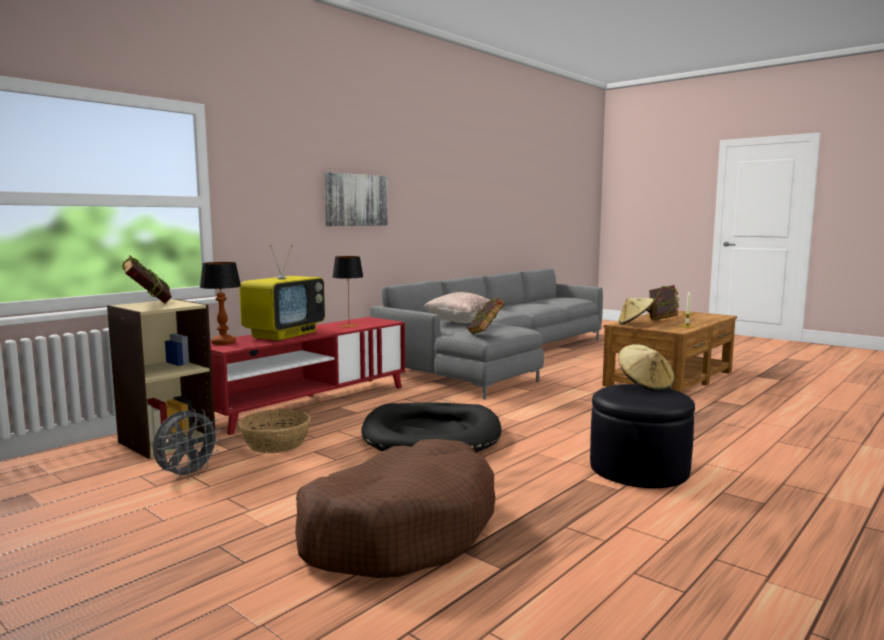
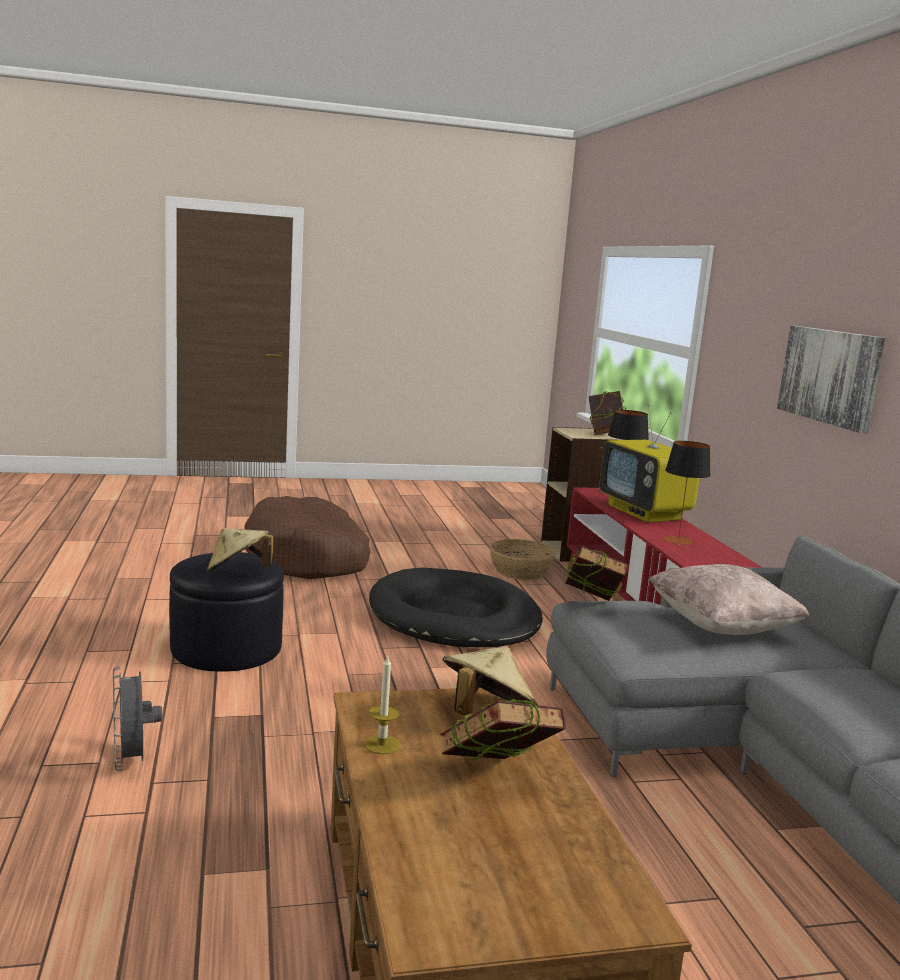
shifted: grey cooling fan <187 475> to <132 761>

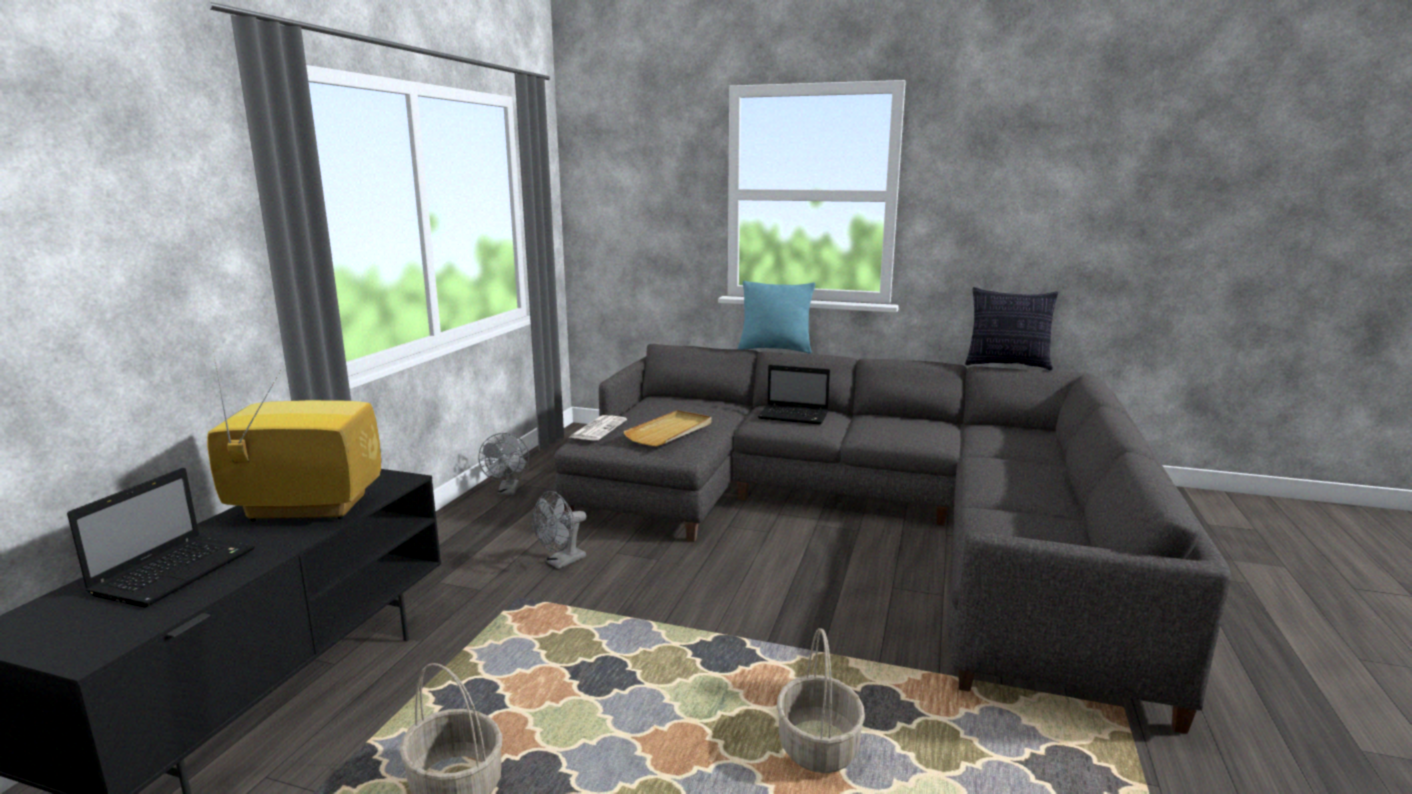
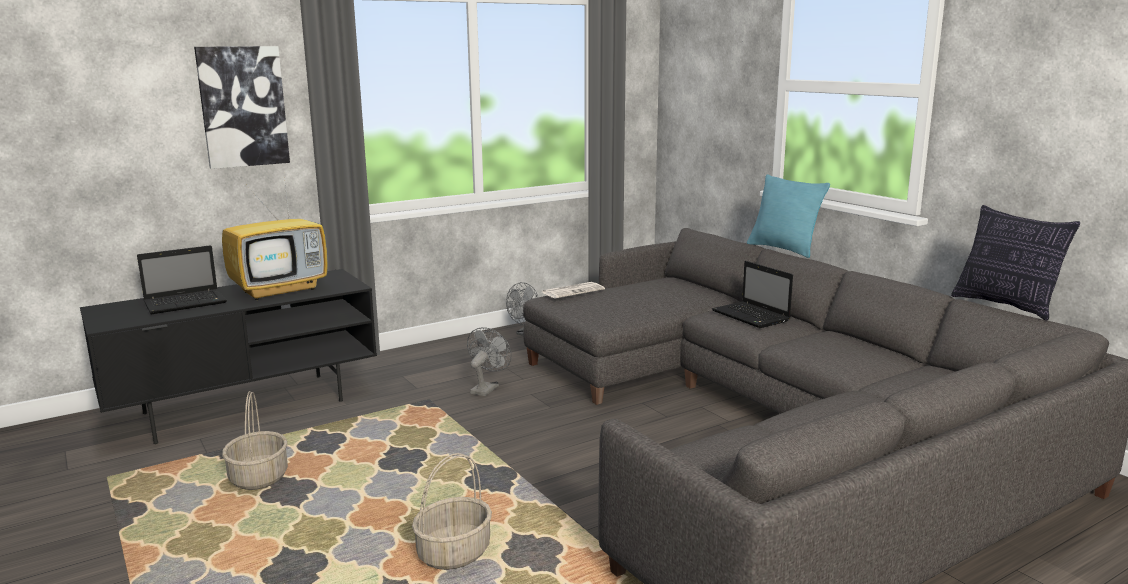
gone: sand-coloured carrying tray <670 431>
new: wall picture <243 106>
rotated: TV <303 510> = <281 290> 105 degrees clockwise; grey cooling fan <561 562> = <486 388> 120 degrees clockwise

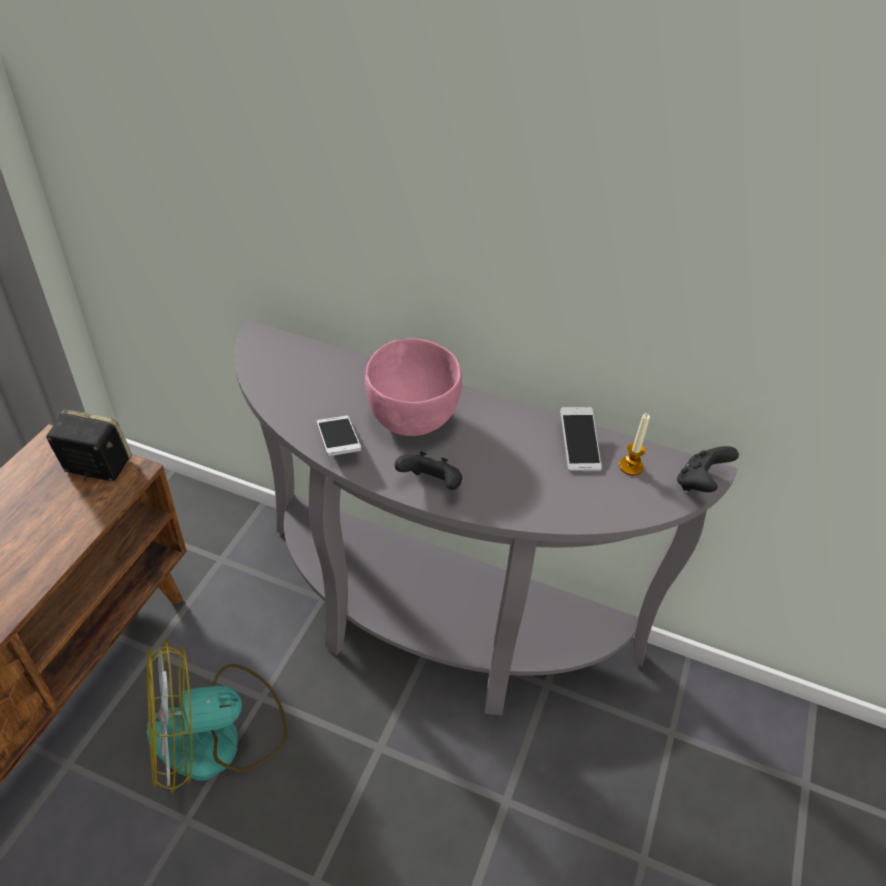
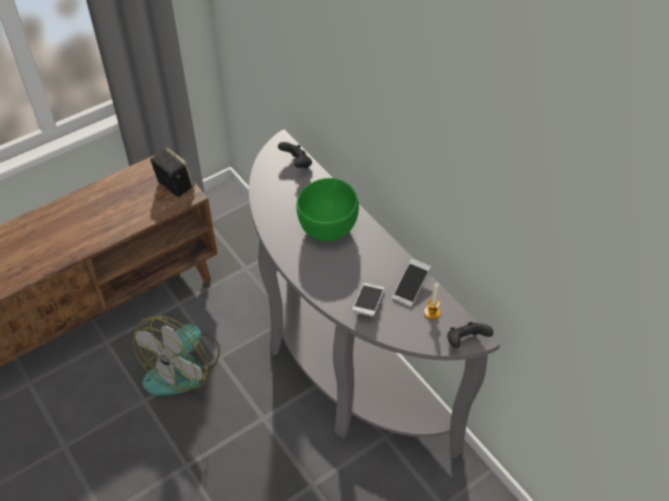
shifted: black-coloured gamepad <431 485> to <297 164>; handset <338 443> to <368 304>
repainted: pinkish bowl <412 418> to green-coloured bowl <328 228>
rotated: cooling fan <217 736> = <183 366> 75 degrees counterclockwise

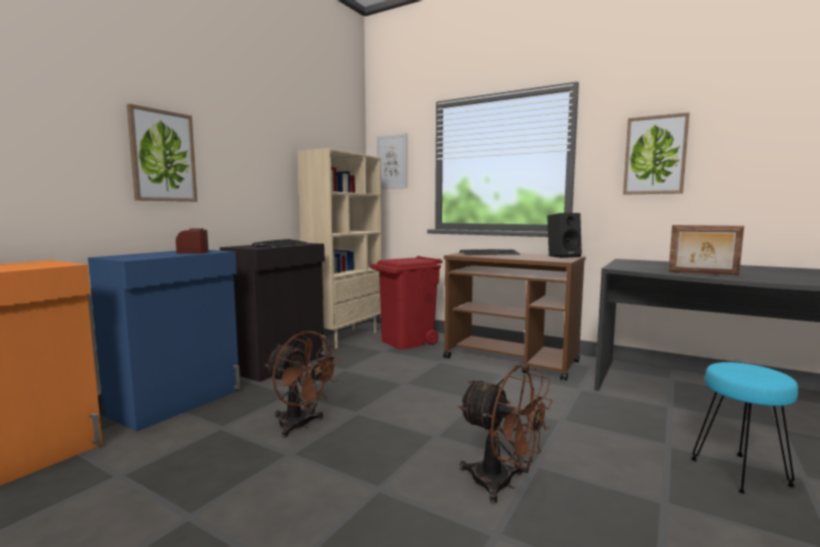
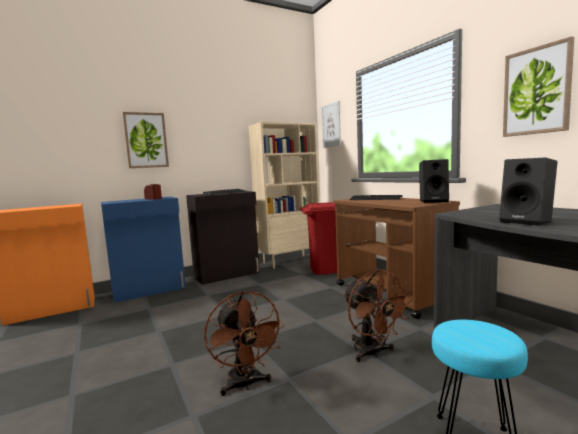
shifted: brown-coloured cooling fan <301 425> to <373 353>
swapped: picture frame <702 273> to black-coloured speaker <528 222>

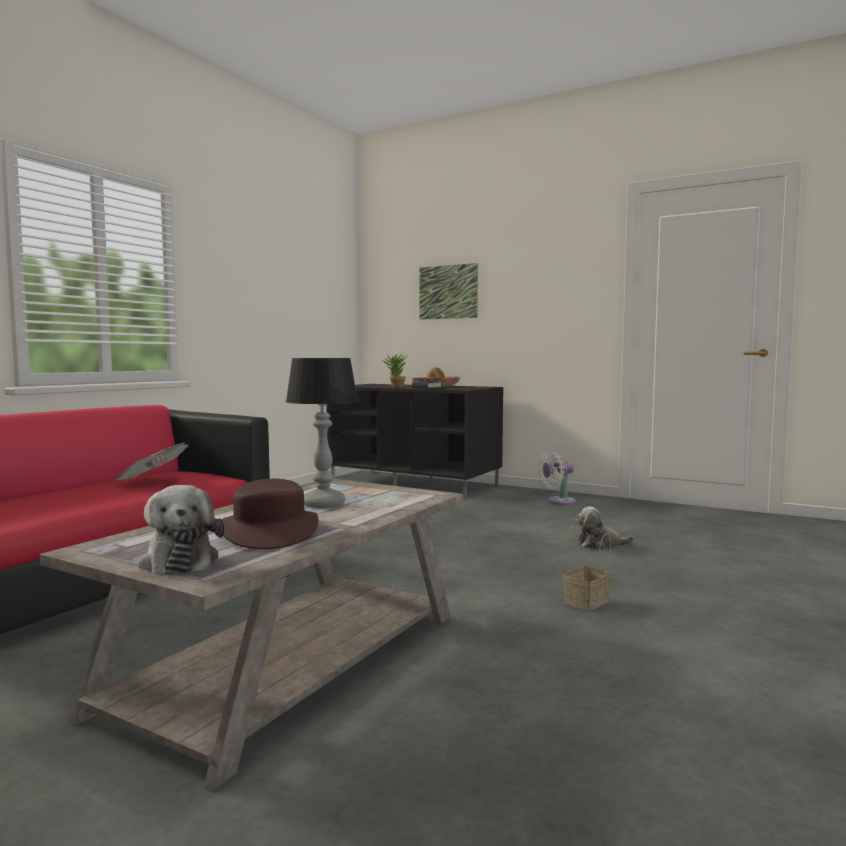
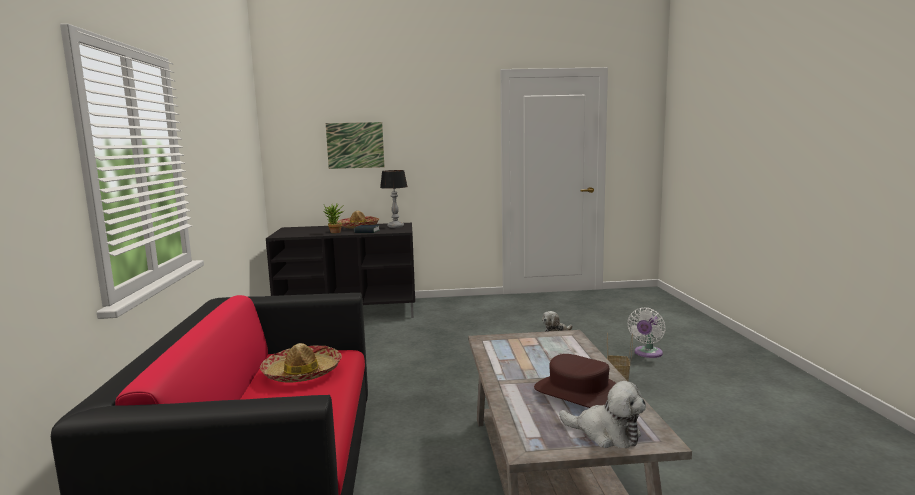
shifted: lamp for a table <324 504> to <396 227>; whitish cooling fan <558 501> to <647 353>
swapped: newspaper <152 481> to hat <302 373>

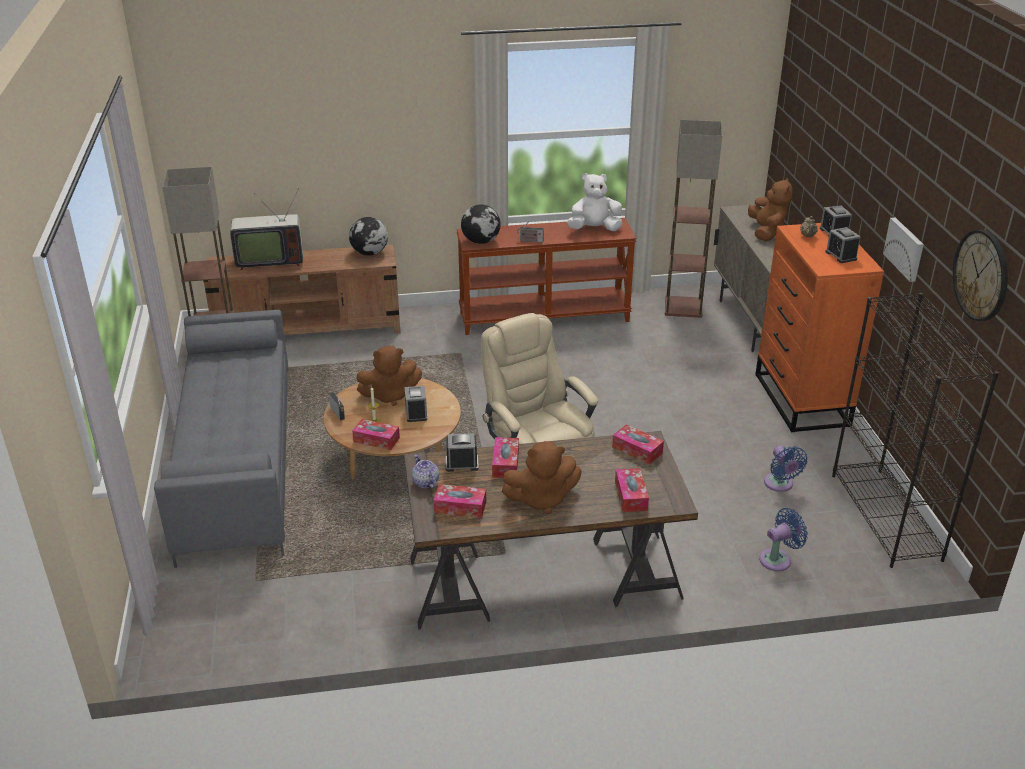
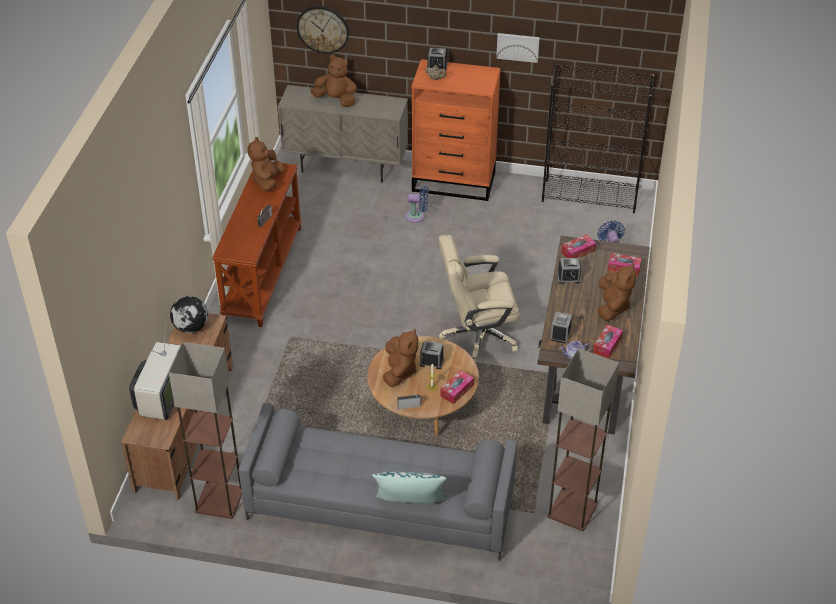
gone: globe <481 241>; box of tissues <505 463>
new: pillow <410 507>
shifted: wall clock <981 275> to <323 29>; blue-coloured cooling fan <780 485> to <417 216>; floor lamp <682 308> to <573 510>; bedside clock <841 255> to <568 278>
repainted: whitish cuddly toy <594 229> to brown-coloured cuddly toy <267 181>

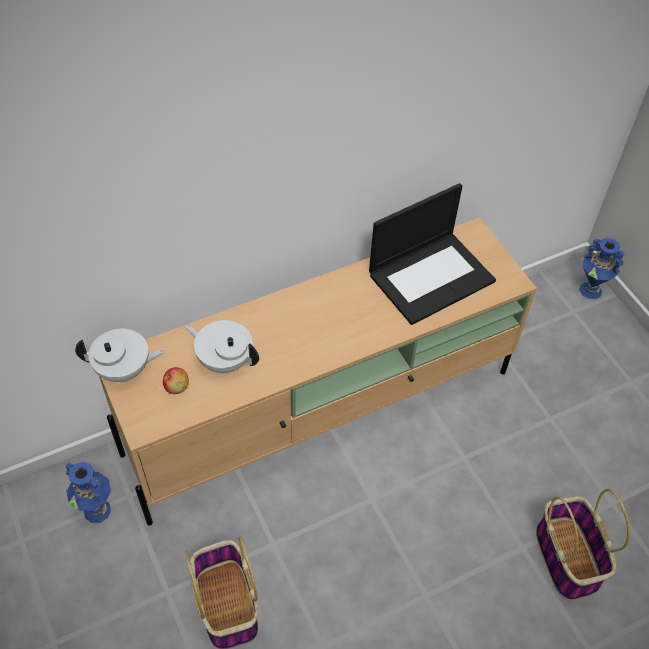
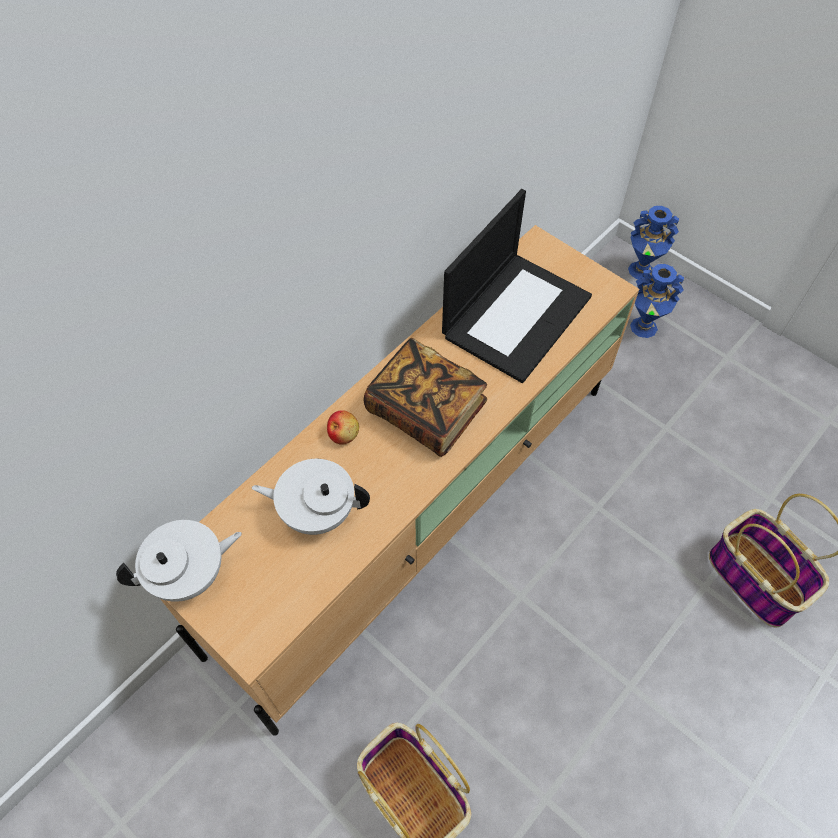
new: book <426 411>
shifted: apple <177 386> to <343 434>; blue-coloured vase <97 510> to <644 326>

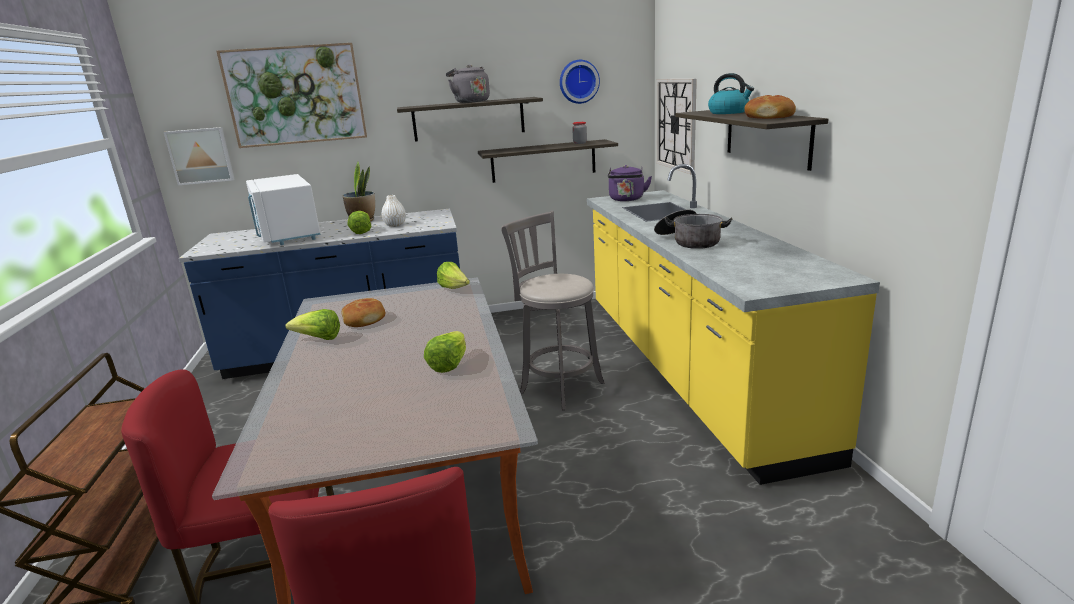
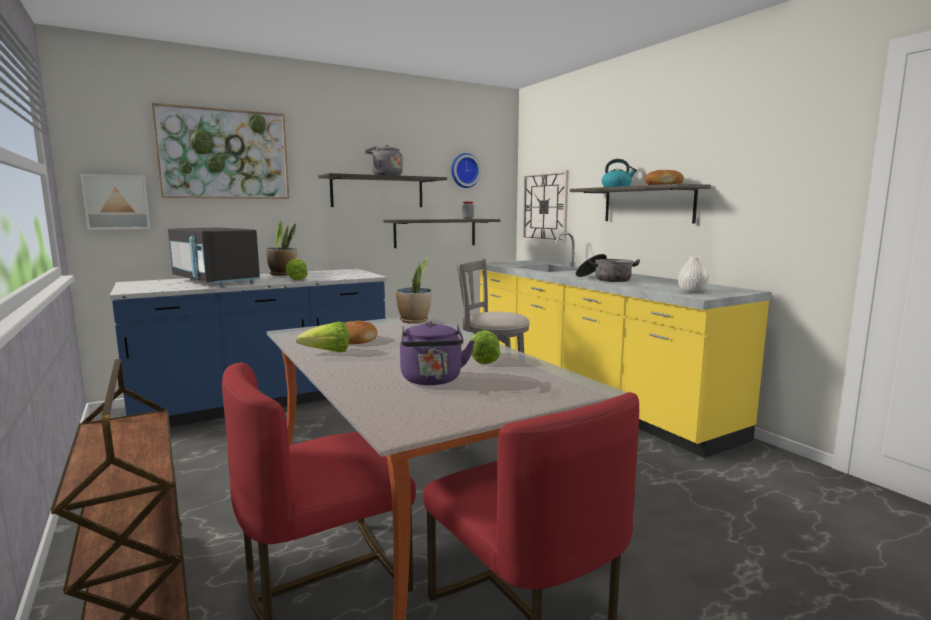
shifted: purplish tea kettle <626 199> to <432 380>; whitish vase <395 225> to <692 291>
swapped: head of lettuce <455 289> to potted plant <414 321>
repainted: whitish microwave <287 234> to black-coloured microwave <215 281>

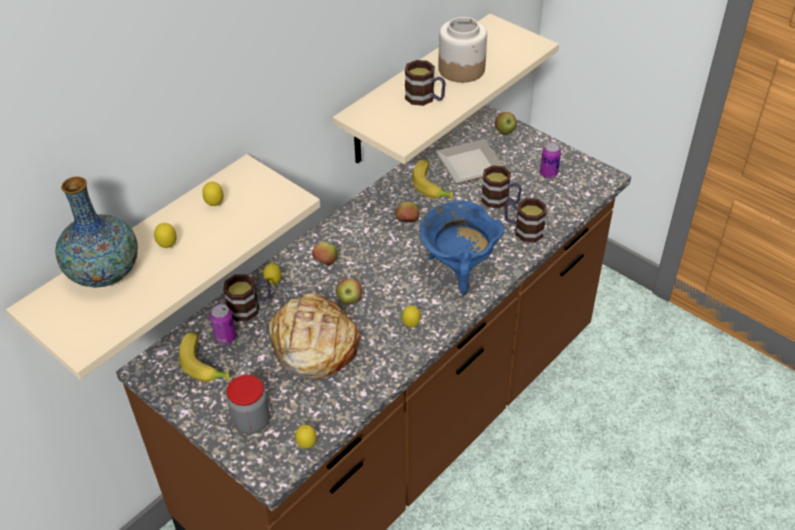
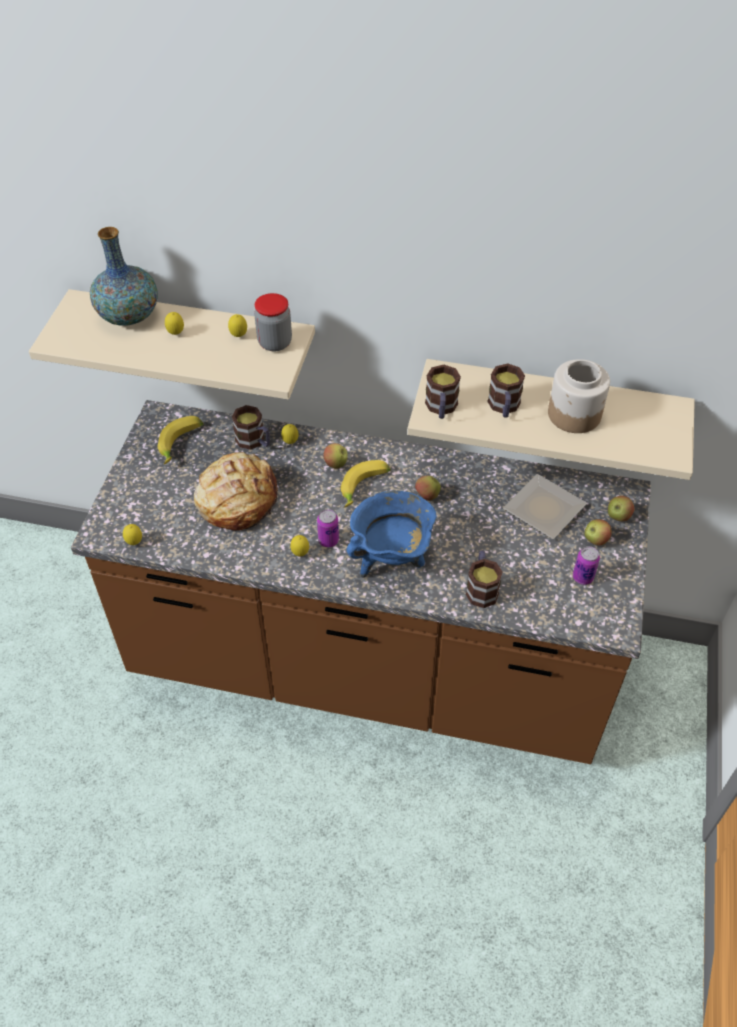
shifted: jar <251 422> to <275 343>; can <225 337> to <328 540>; banana fruit <433 186> to <364 488>; tea mug <500 201> to <441 408>; apple <349 300> to <595 540>

